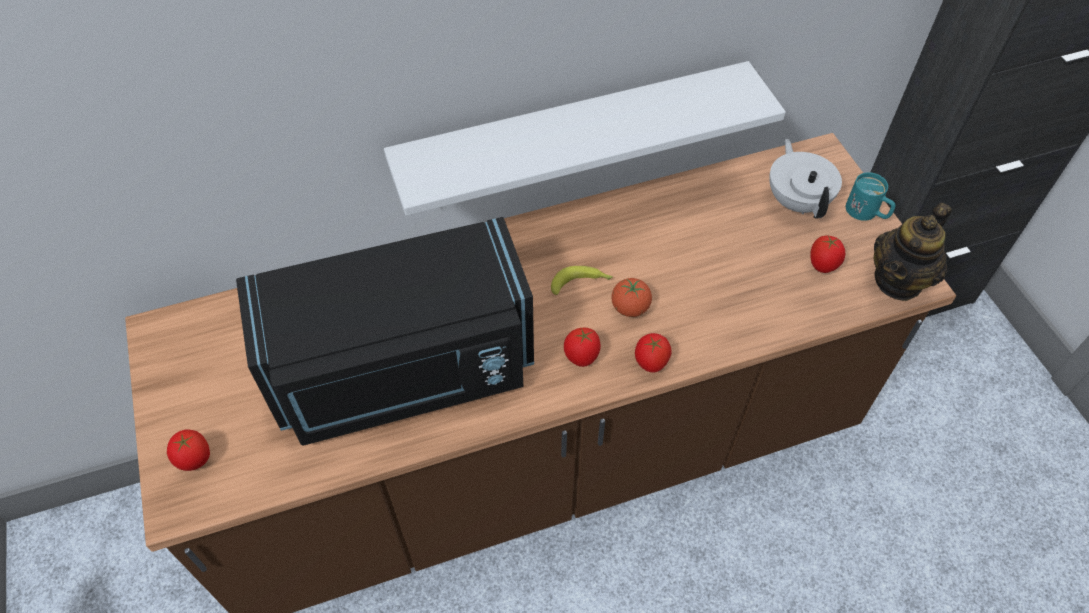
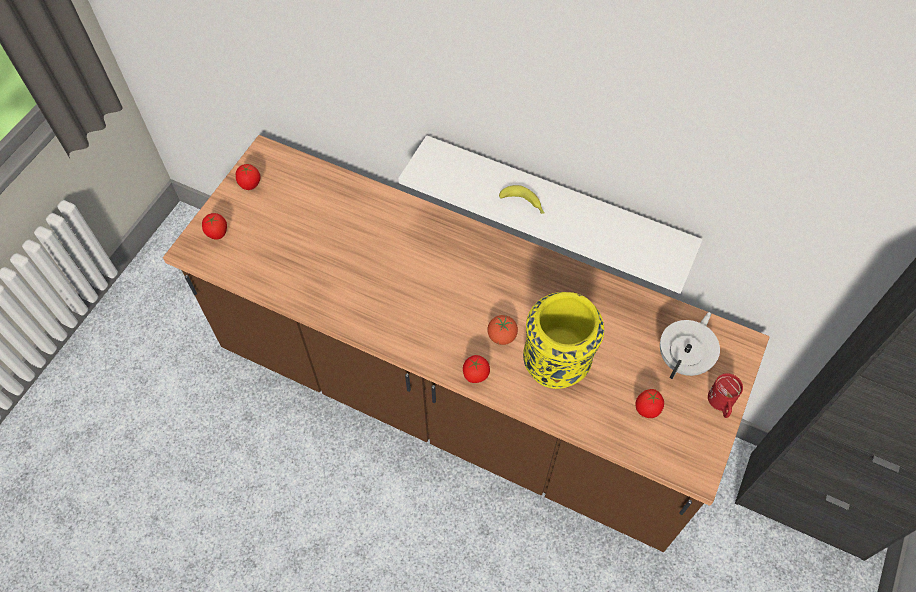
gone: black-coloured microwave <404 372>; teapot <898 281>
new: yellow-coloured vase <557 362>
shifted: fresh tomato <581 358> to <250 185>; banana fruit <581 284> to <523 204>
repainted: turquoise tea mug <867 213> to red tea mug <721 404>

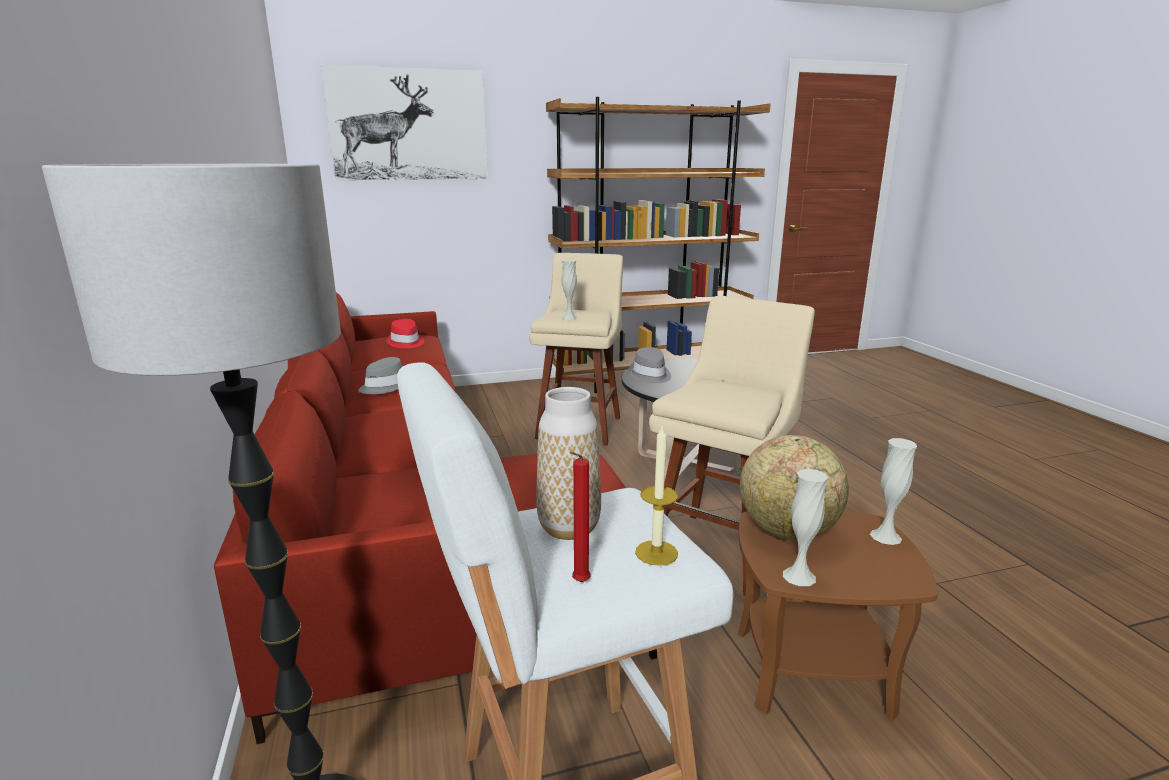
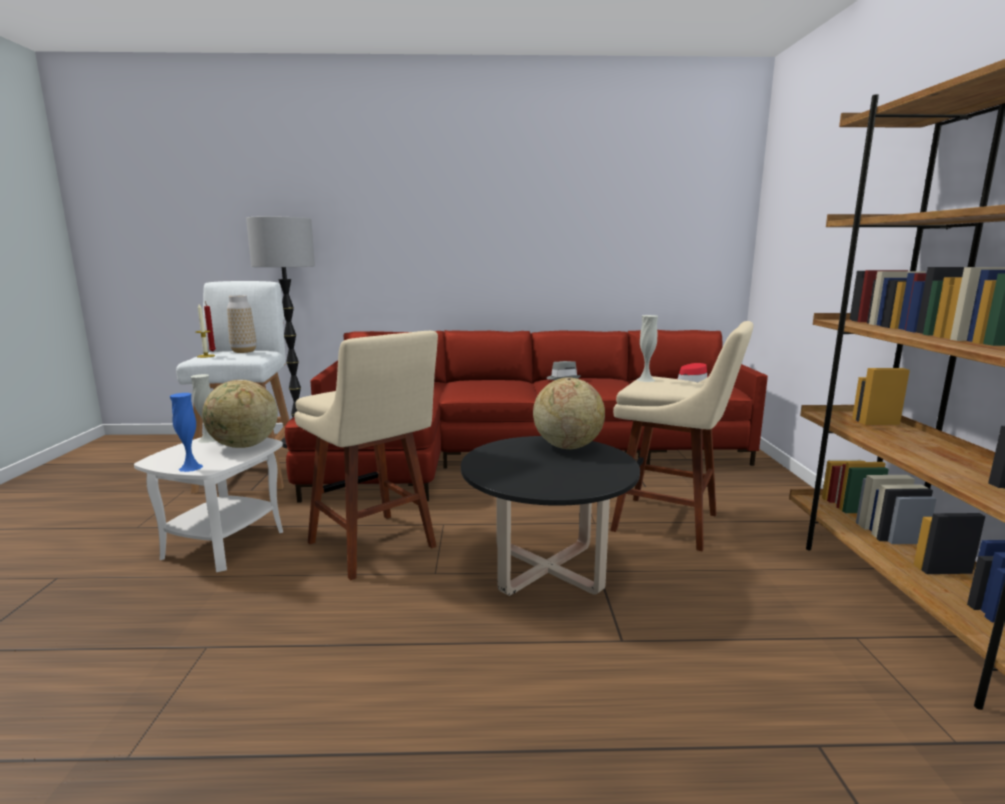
gone: wall picture <409 125>
swapped: grey hat <650 375> to globe <567 446>
repainted: brown-coloured accent table <811 671> to whitish accent table <224 543>; whitish vase <885 536> to blue-coloured vase <191 467>

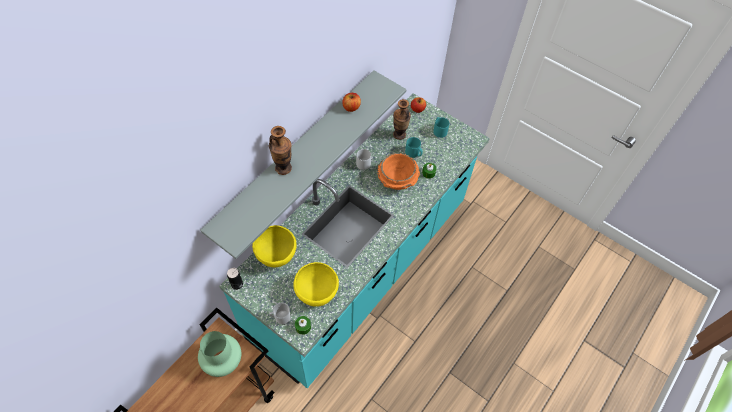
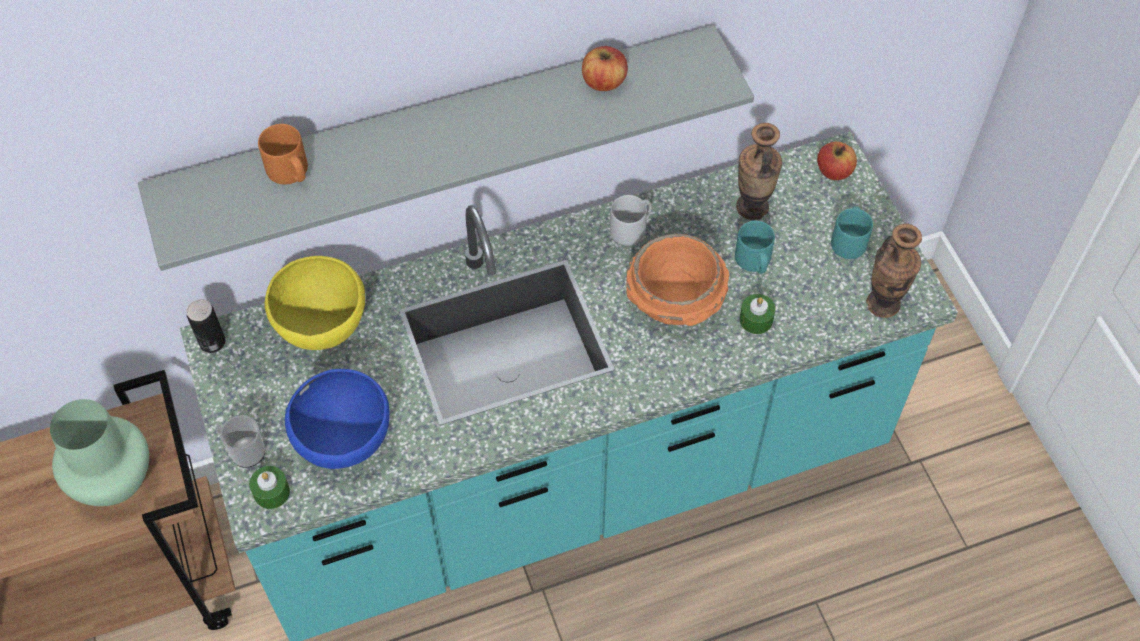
new: orangey tea mug <290 172>
shifted: vase <283 168> to <883 304>
repainted: yellow-coloured bowl <317 293> to blue-coloured bowl <345 441>

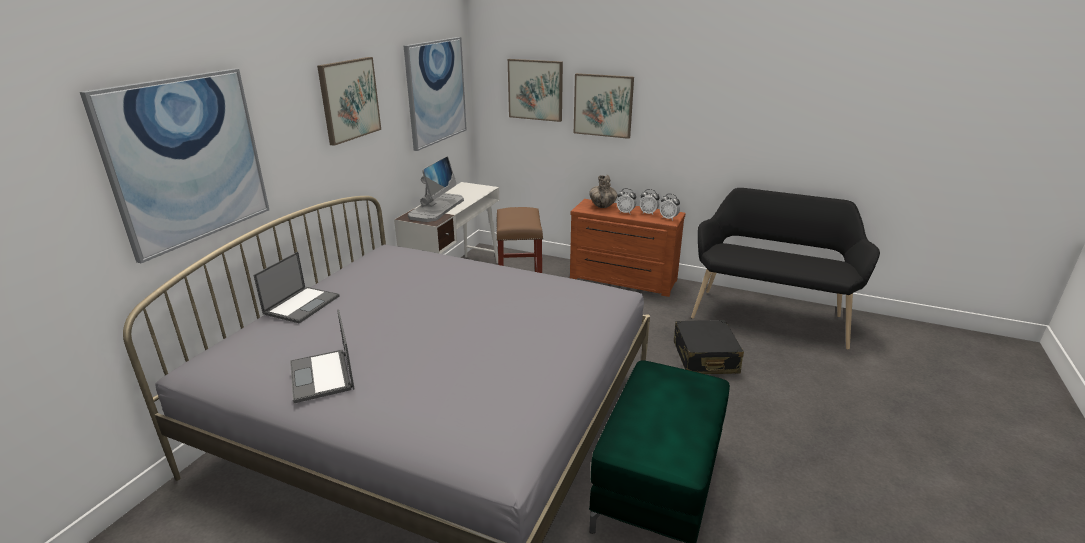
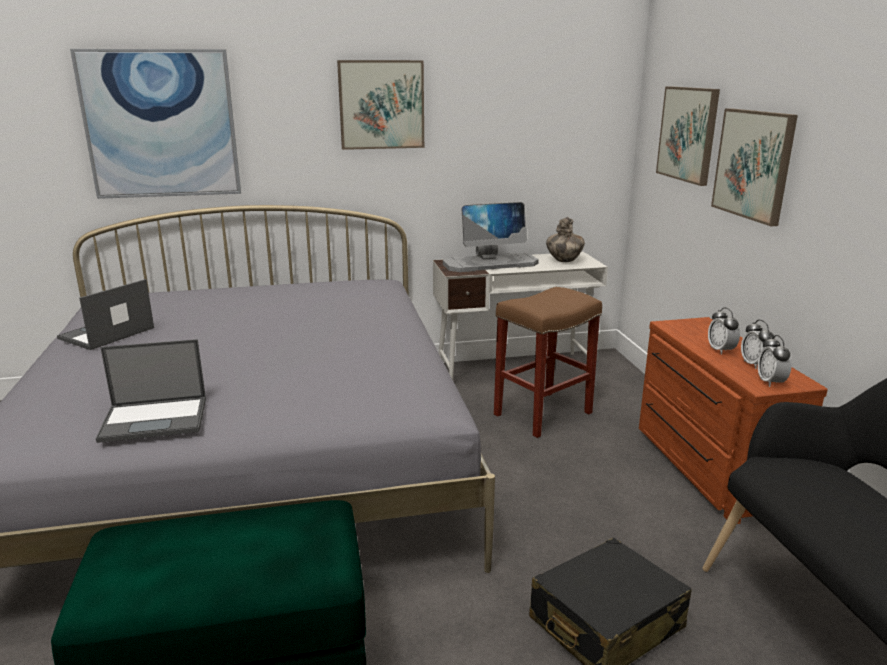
gone: wall picture <436 92>
shifted: laptop <302 304> to <156 419>; vase <602 206> to <564 260>

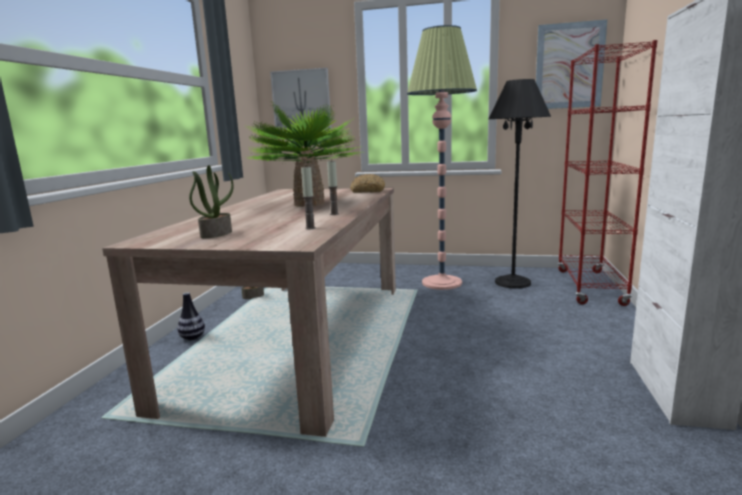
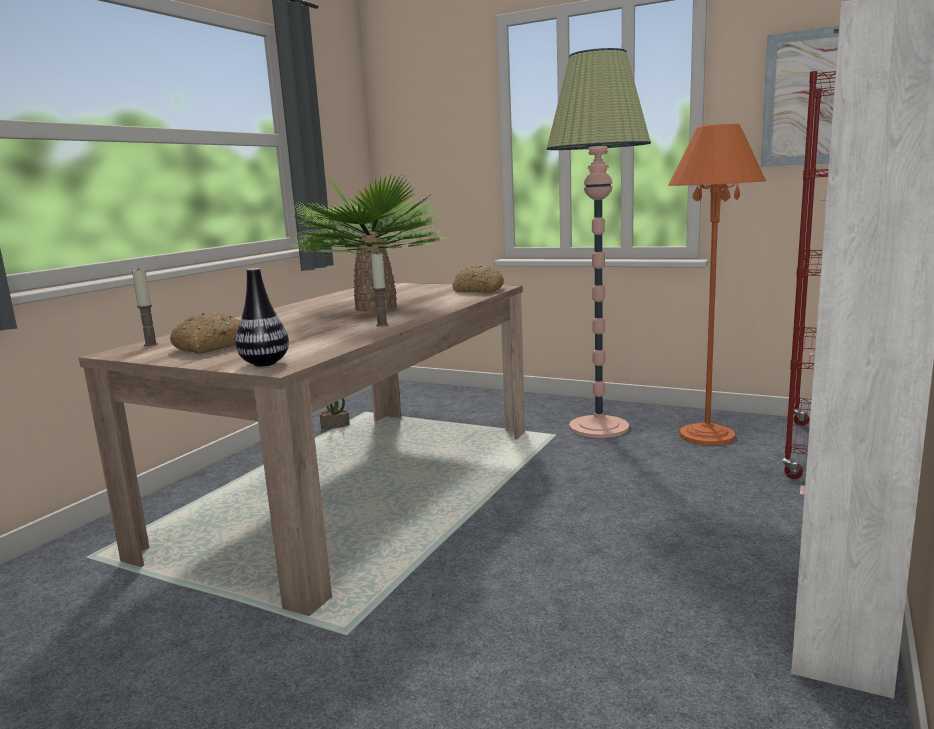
gone: wall picture <301 100>
shifted: candle <310 228> to <151 344>; vase <192 338> to <265 363>
swapped: potted plant <216 234> to bread <212 346>
repainted: black-coloured floor lamp <512 282> to orangey floor lamp <707 435>

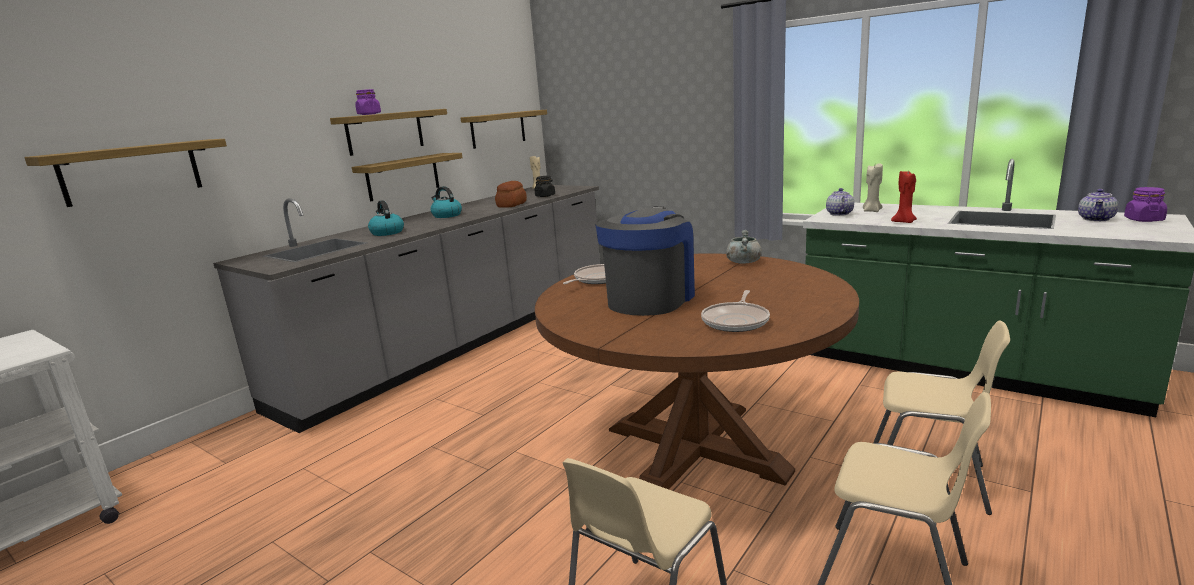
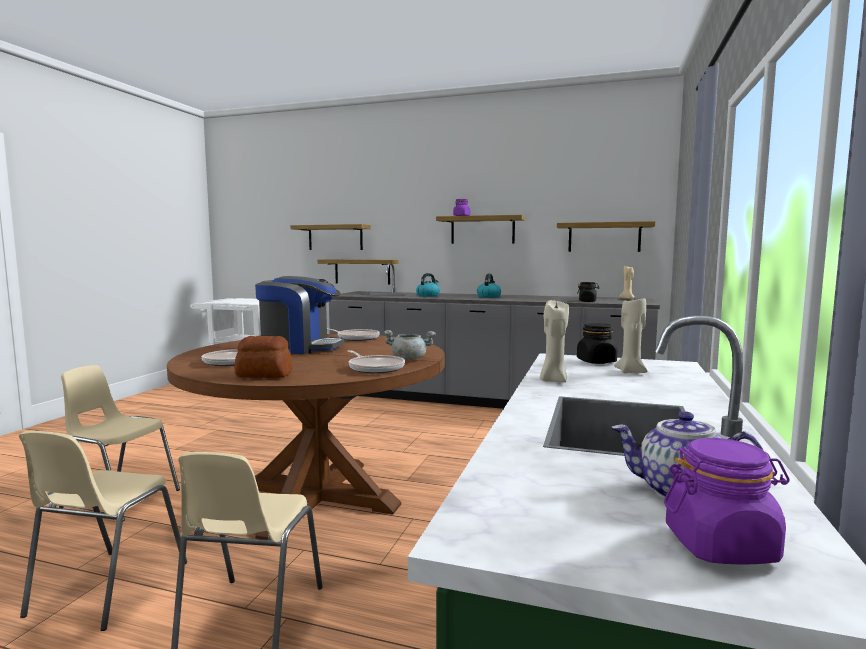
new: frying pan <375 368>
shifted: bread <511 205> to <264 375>; wall shelf <403 176> to <362 271>
swapped: teapot <839 214> to black-coloured jar <596 361>
repainted: red candle <904 222> to sand-coloured candle <553 380>

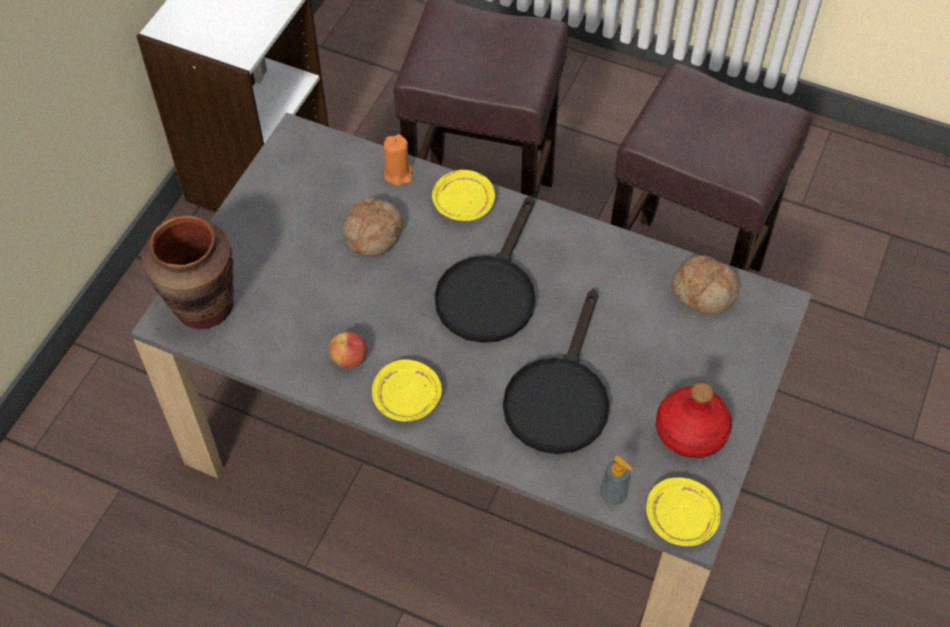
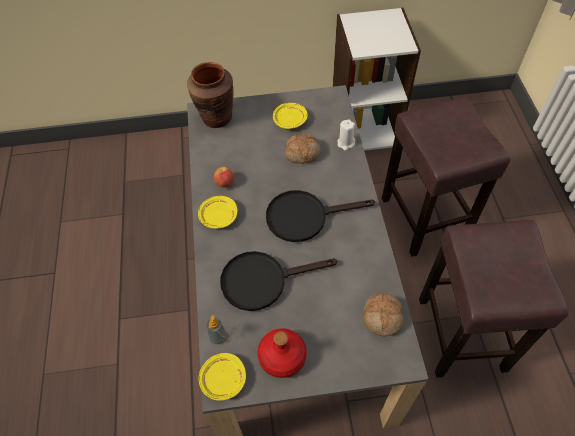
shifted: yellow-coloured plate <463 202> to <290 120>
repainted: orangey candle <398 174> to whitish candle <345 143>

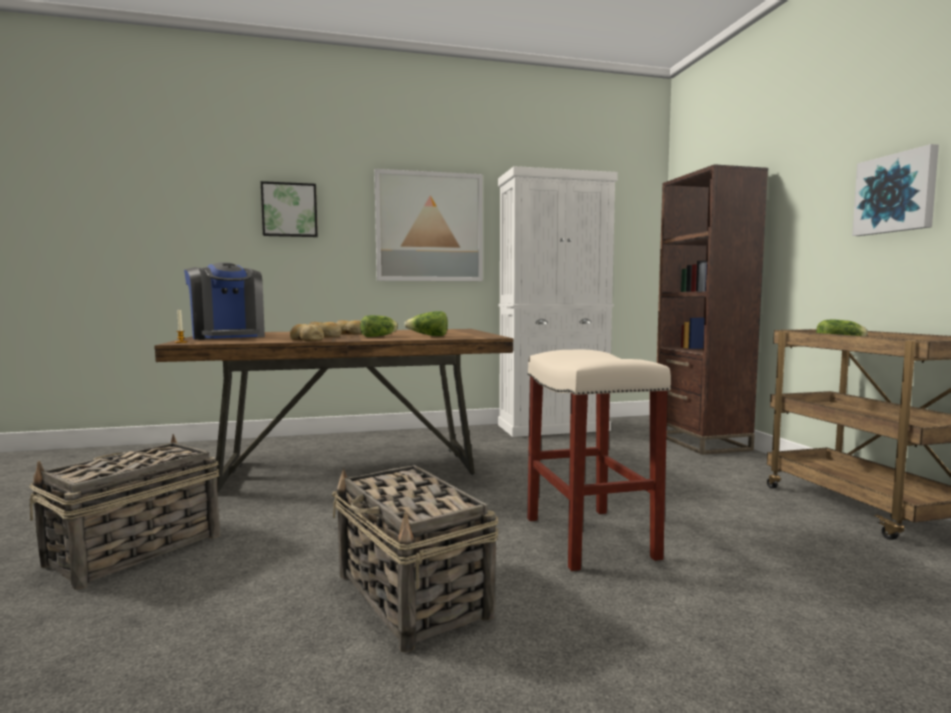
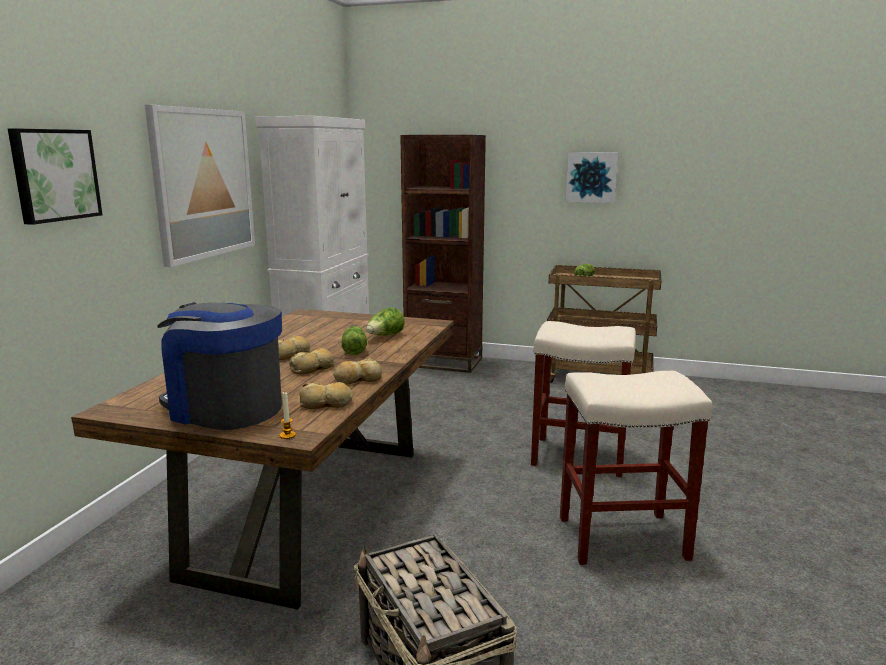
new: bread <326 404>
swapped: storage basket <413 596> to sand-coloured stool <623 537>
rotated: coffee machine <228 337> = <225 408> 150 degrees counterclockwise

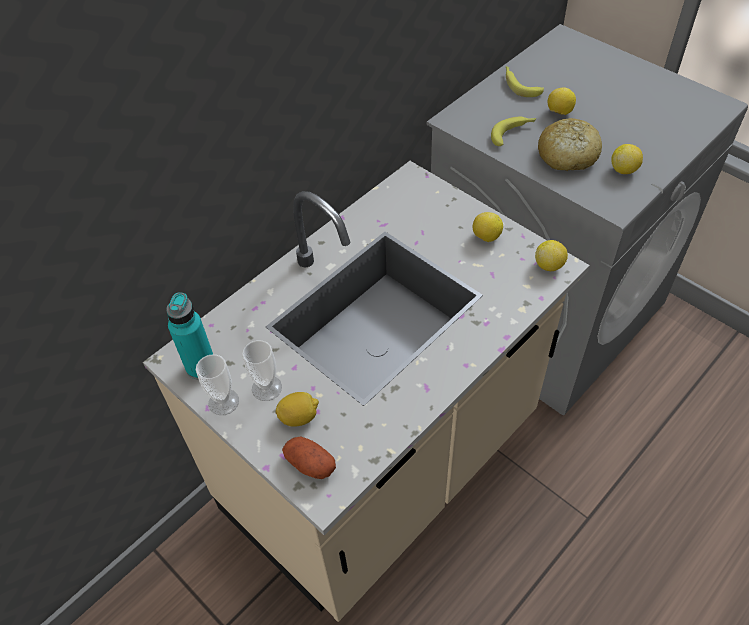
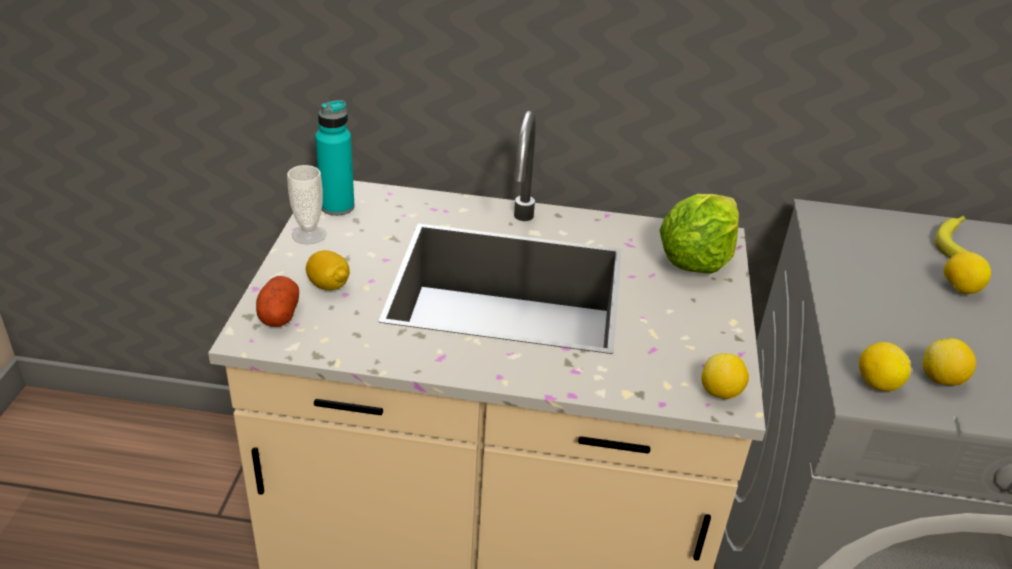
gone: drinking cup <267 388>; banana fruit <513 133>; bread <567 155>
new: head of lettuce <695 260>
shifted: lemon <486 237> to <876 384>

